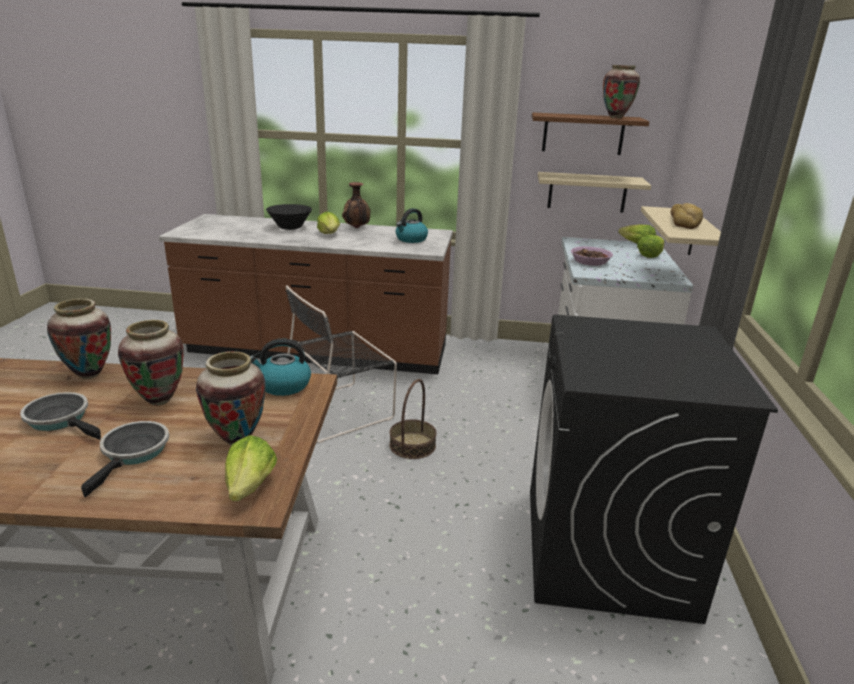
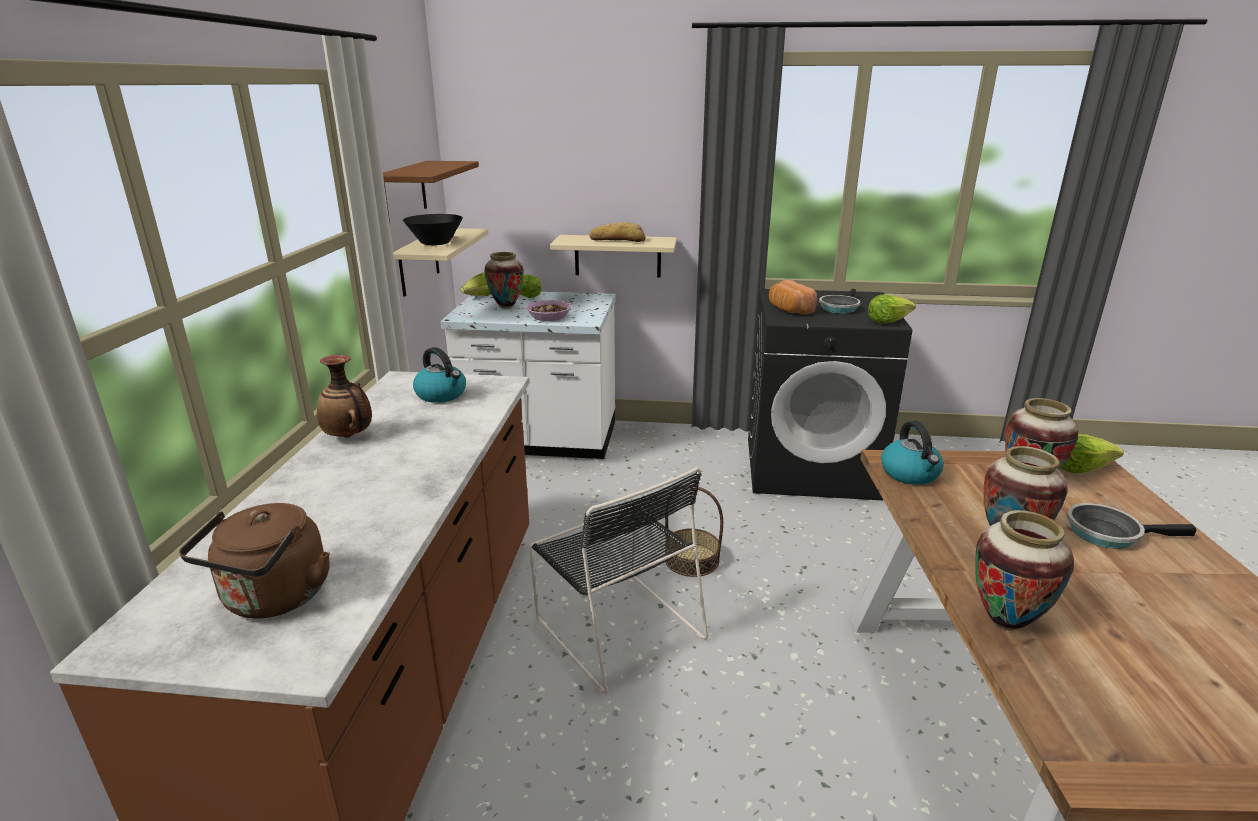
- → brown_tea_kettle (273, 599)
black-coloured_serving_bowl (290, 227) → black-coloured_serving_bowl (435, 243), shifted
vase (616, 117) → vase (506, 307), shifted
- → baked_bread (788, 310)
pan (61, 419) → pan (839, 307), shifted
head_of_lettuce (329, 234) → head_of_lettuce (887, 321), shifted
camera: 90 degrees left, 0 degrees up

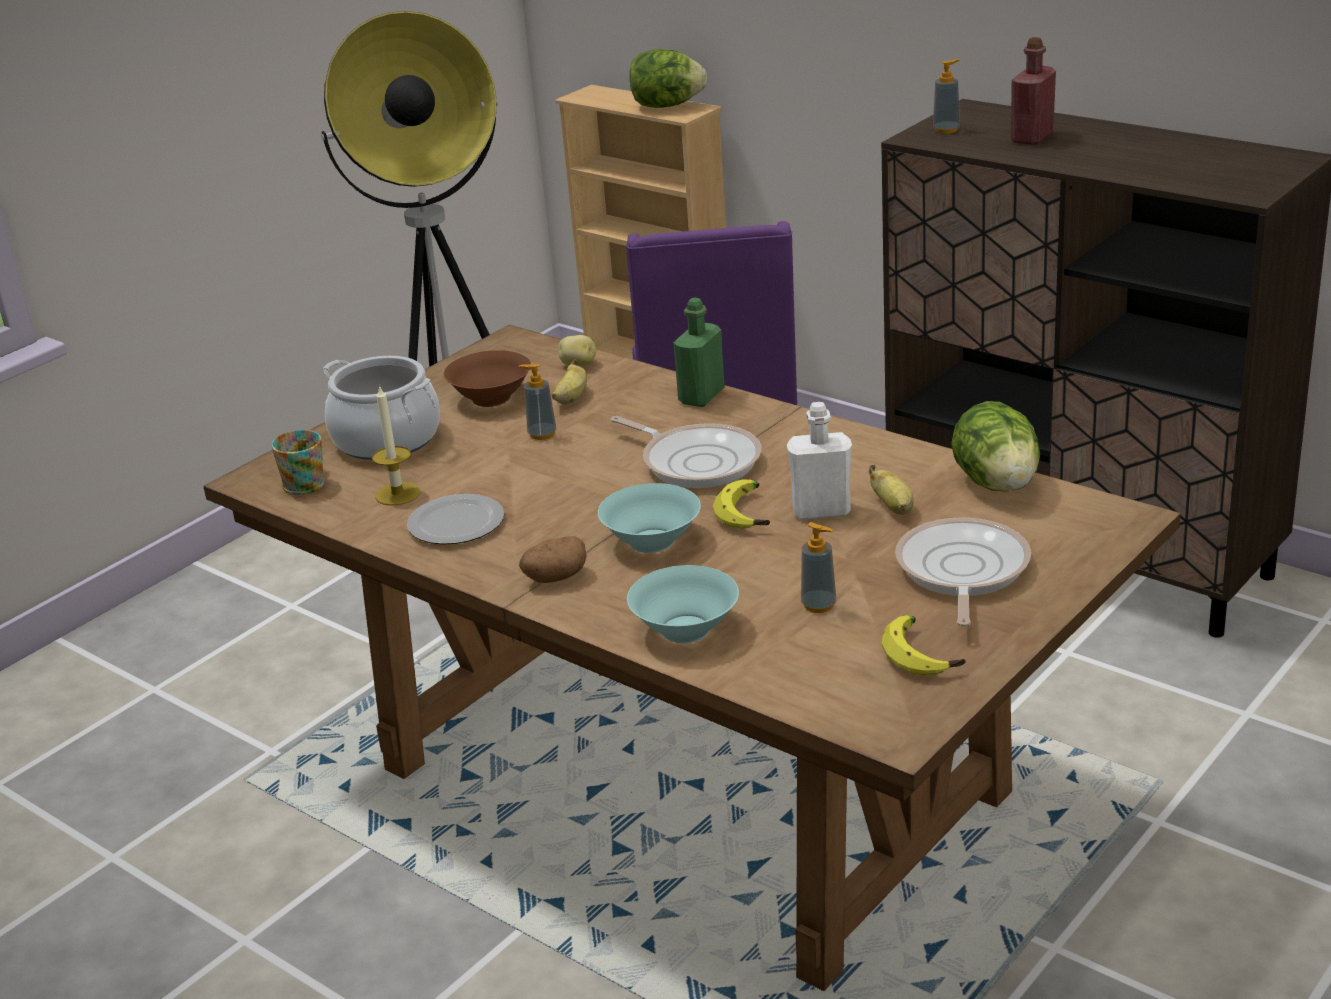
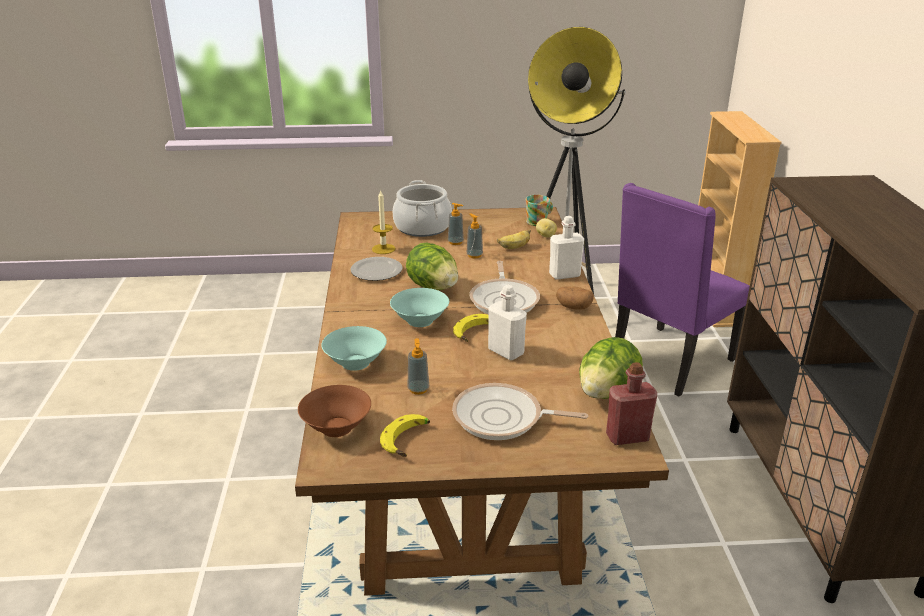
brown_serving_bowl (491, 399) → brown_serving_bowl (335, 427), shifted
head_of_lettuce (667, 106) → head_of_lettuce (433, 287), shifted
liquid_soap_bottle (946, 130) → liquid_soap_bottle (455, 242), shifted
pan (961, 571) → pan (502, 418), 135 degrees counterclockwise
tea_mug (307, 482) → tea_mug (539, 221), shifted
green_bottle (701, 396) → whitish_bottle (564, 275)
potato (555, 578) → potato (573, 307), shifted
red-coloured_bottle (1032, 137) → red-coloured_bottle (627, 437), shifted
banana (893, 507) → -
camera: 45 degrees right, 0 degrees up

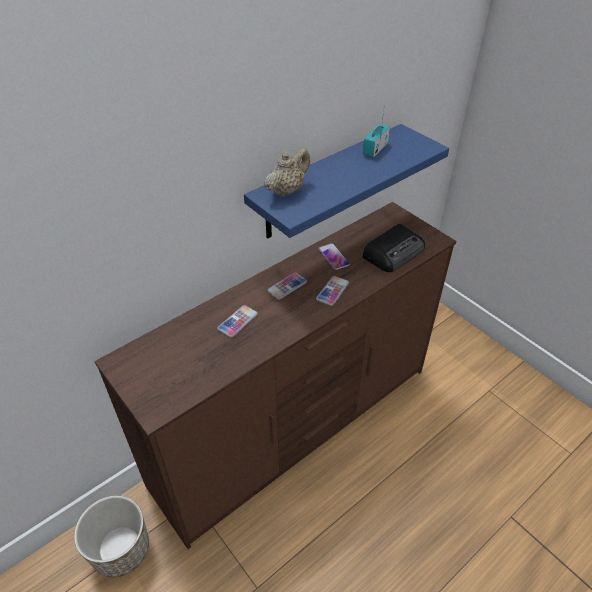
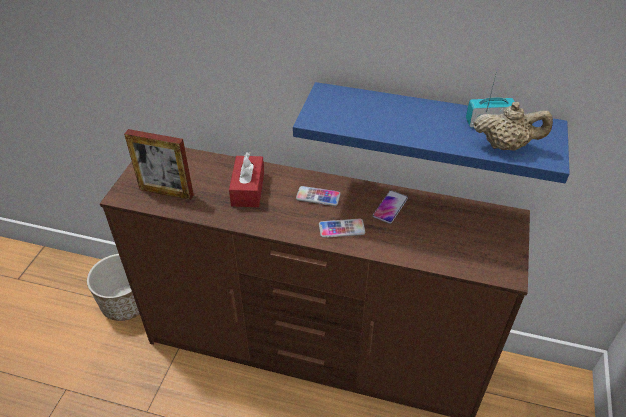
- → photo_frame (166, 192)
phone (237, 321) → red-coloured_tissue_box (248, 189)
beige-coloured_teapot (287, 190) → beige-coloured_teapot (506, 146), shifted
radio (394, 252) → -
camera: 55 degrees right, 0 degrees up

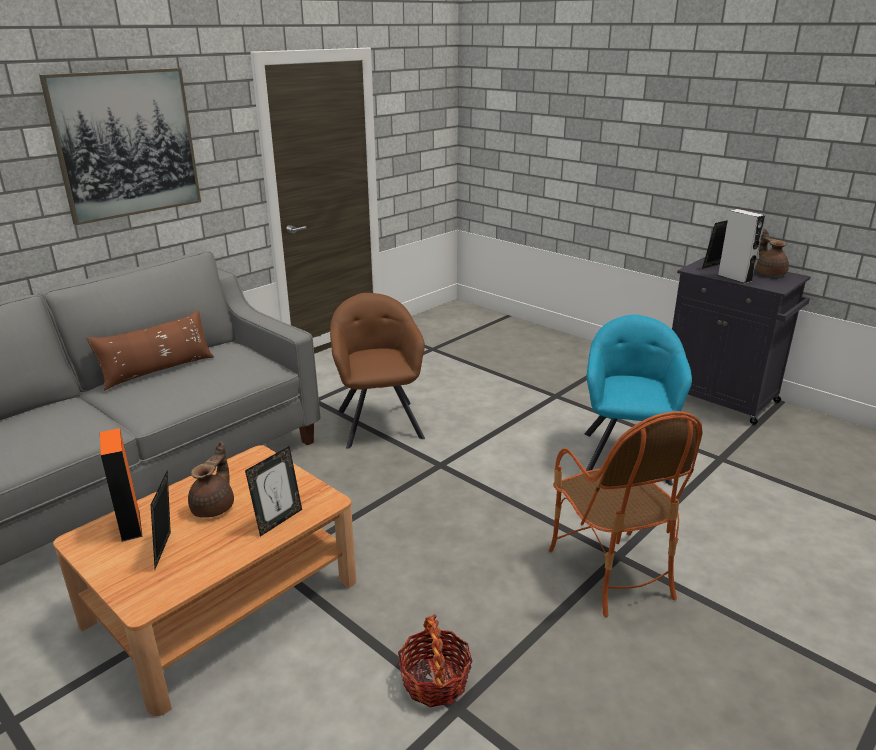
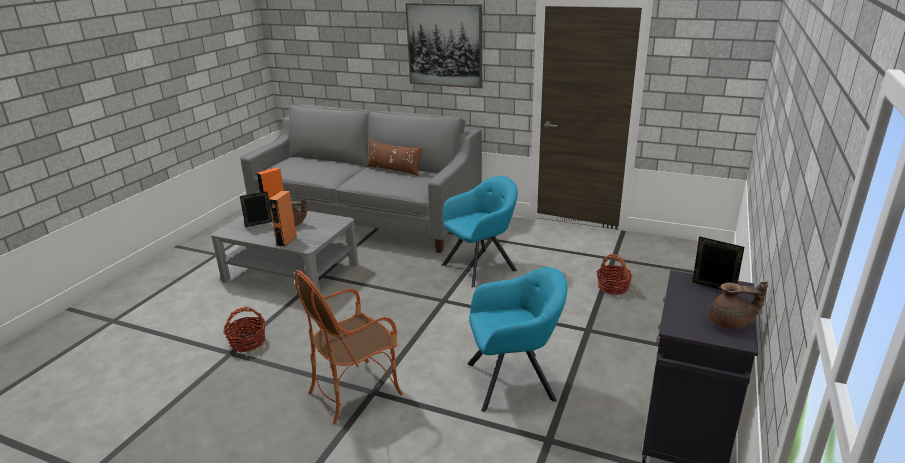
brown_low_table (222, 601) → grey_low_table (291, 271)
photo_frame (278, 521) → orange-coloured_audio_speaker (286, 240)
brown_easy_chair (379, 422) → turquoise_easy_chair (481, 266)
- → household_basket (613, 287)
brown_teapot (769, 273) → brown_teapot (730, 323), 45 degrees clockwise
grey_audio_speaker (734, 278) → -
camera: 70 degrees right, 0 degrees up

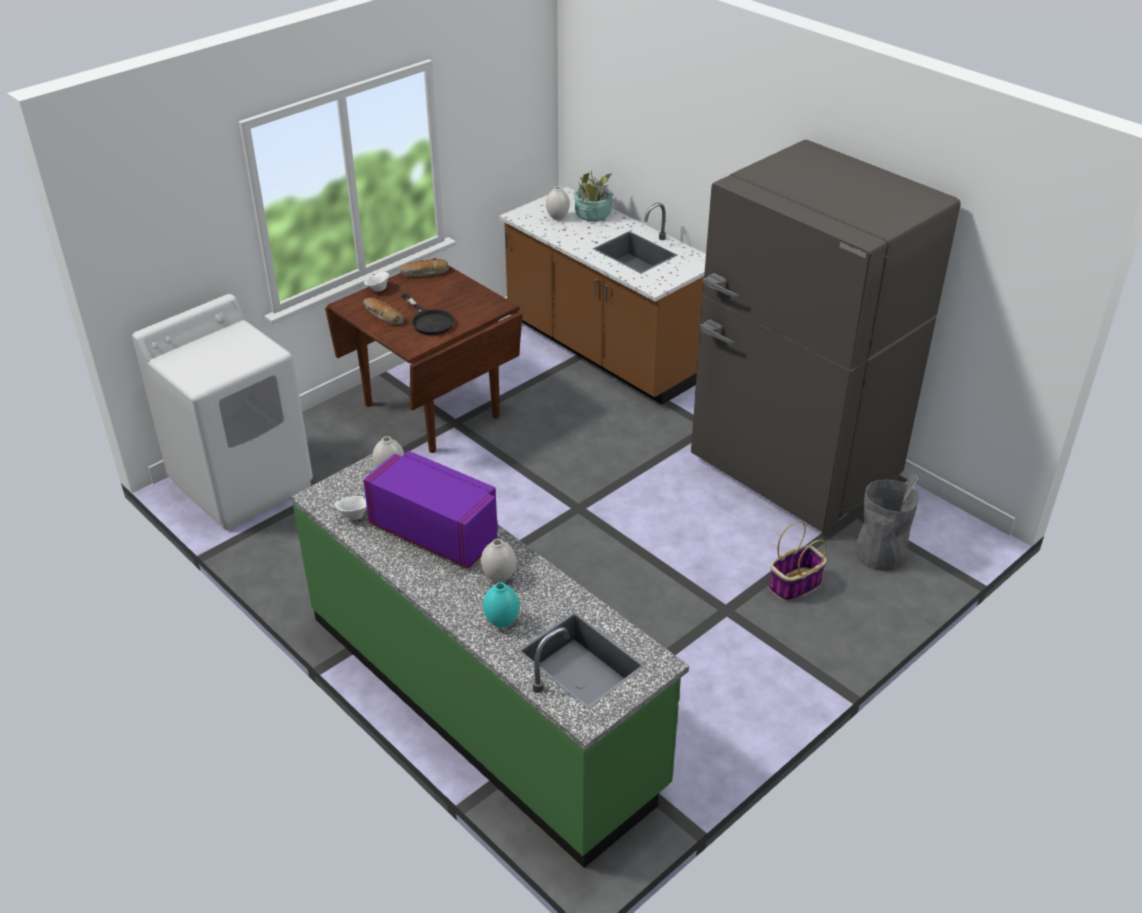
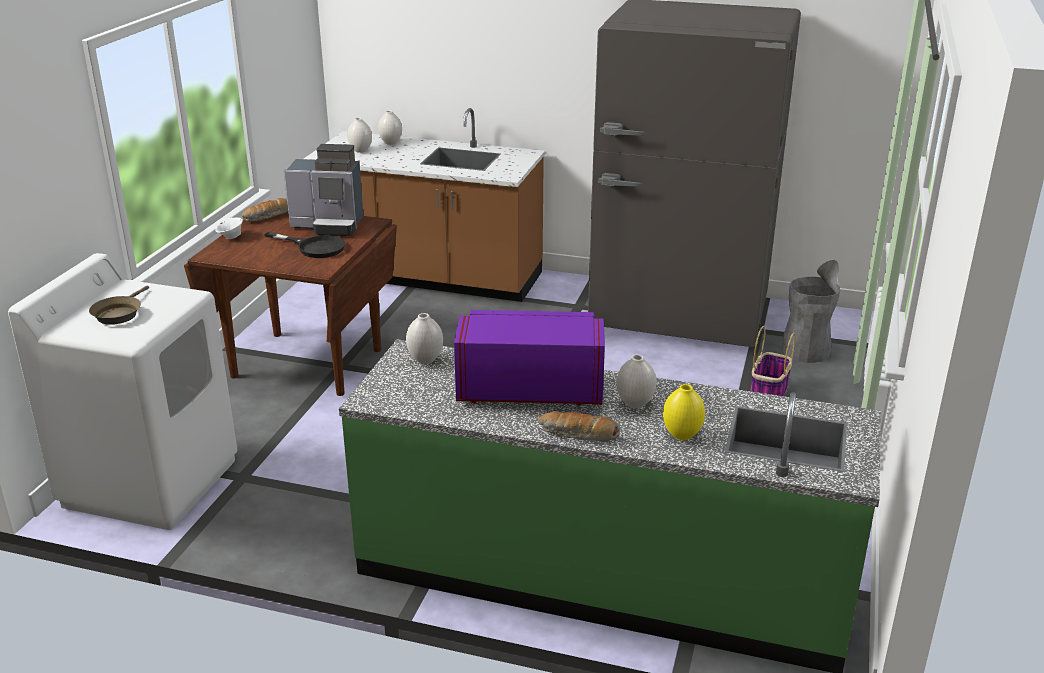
- → brown_pan (119, 314)
- → coffee_brewer (329, 225)
houseplant (593, 214) → whitish_vase (391, 143)
baked_bread (382, 316) → baked_bread (578, 434), shifted
turquoise_vase (502, 622) → yellow_vase (682, 435)
whitish_serving_bowl (354, 515) → -
camera: 30 degrees left, 10 degrees down

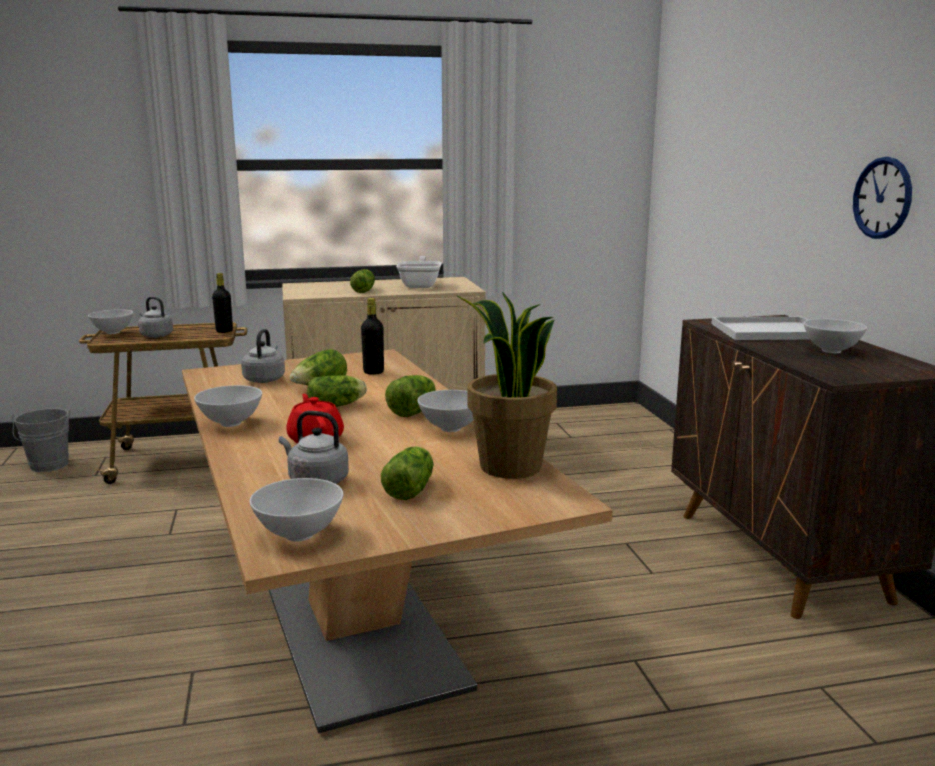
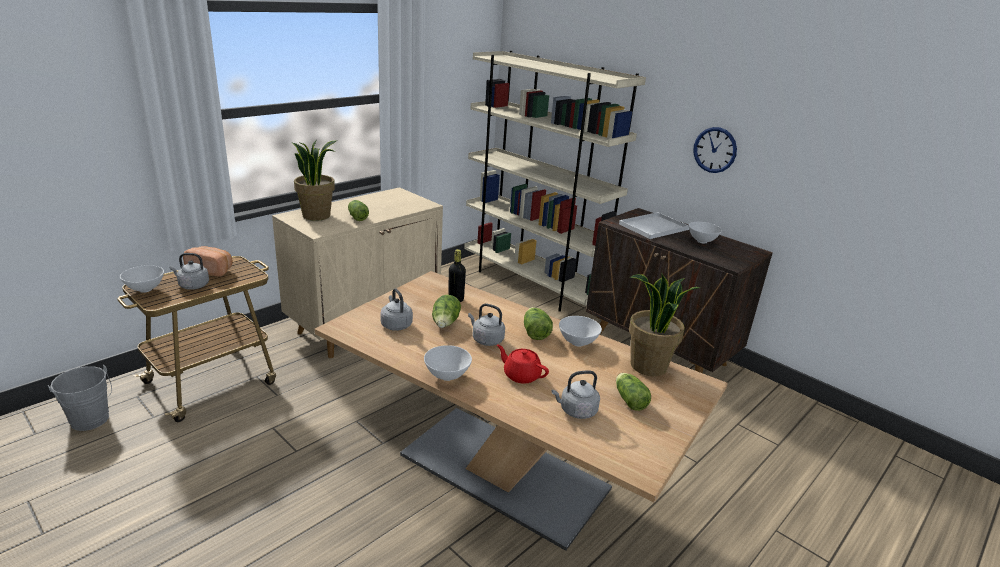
- → baked_bread (211, 269)
- → houseplant (317, 215)
- → beige-coloured_shelving_unit (532, 284)
head_of_lettuce (338, 406) → grey_tea_kettle (486, 340)
black-coloured_bottle (224, 331) → -
whitish_serving_bowl (300, 534) → -
pan (420, 285) → -
camera: 35 degrees left, 10 degrees up

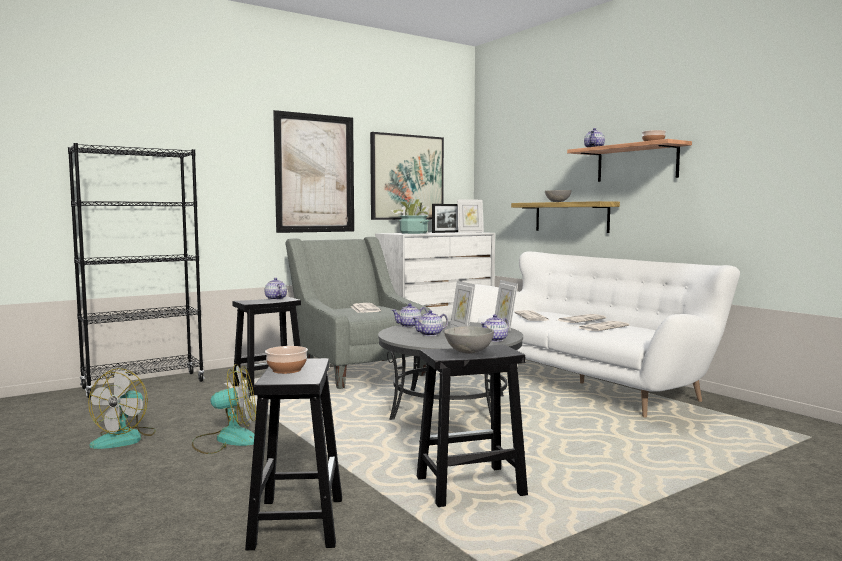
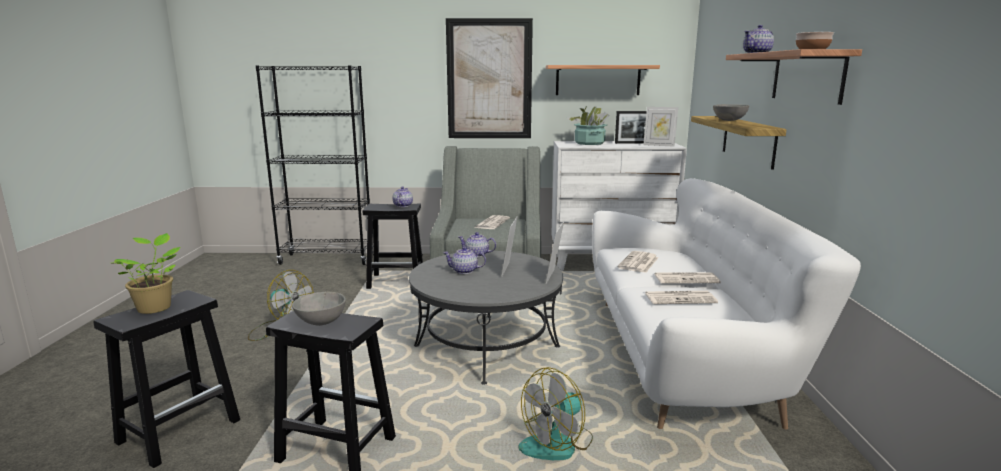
serving_bowl (287, 370) → houseplant (155, 307)
electric_fan (125, 438) → electric_fan (557, 444), shifted
picture (407, 177) → wall_shelf (598, 80)
teapot (495, 340) → -
camera: 35 degrees right, 10 degrees up

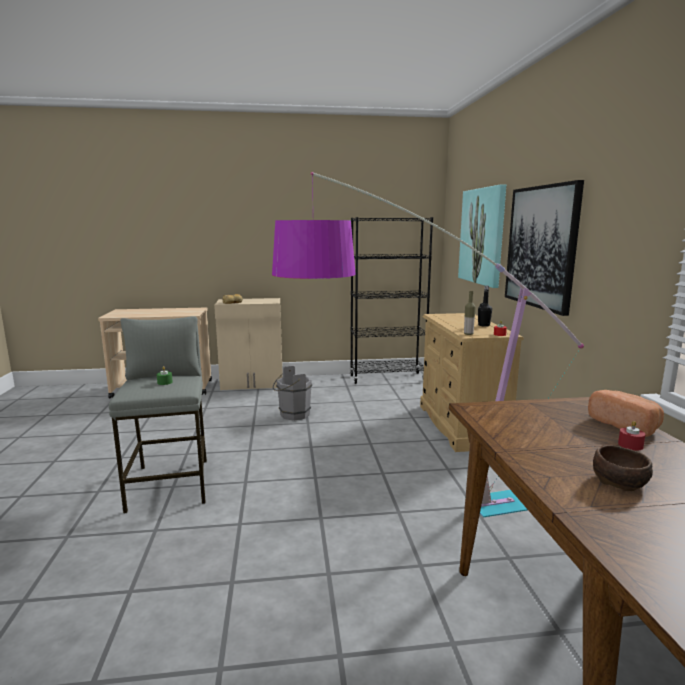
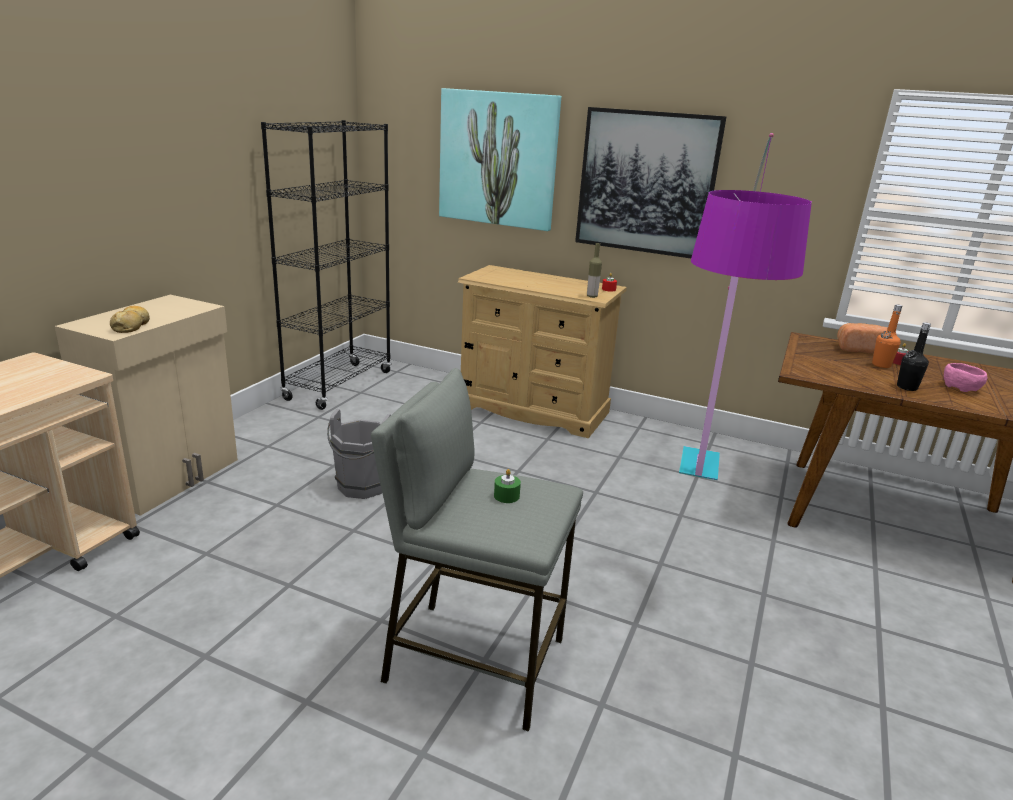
- → orange-coloured_bottle (881, 365)
black-coloured_bottle (483, 325) → black-coloured_bottle (907, 387), shifted
brown_serving_bowl (620, 482) → pinkish_serving_bowl (960, 387)
camera: 60 degrees left, 10 degrees up

